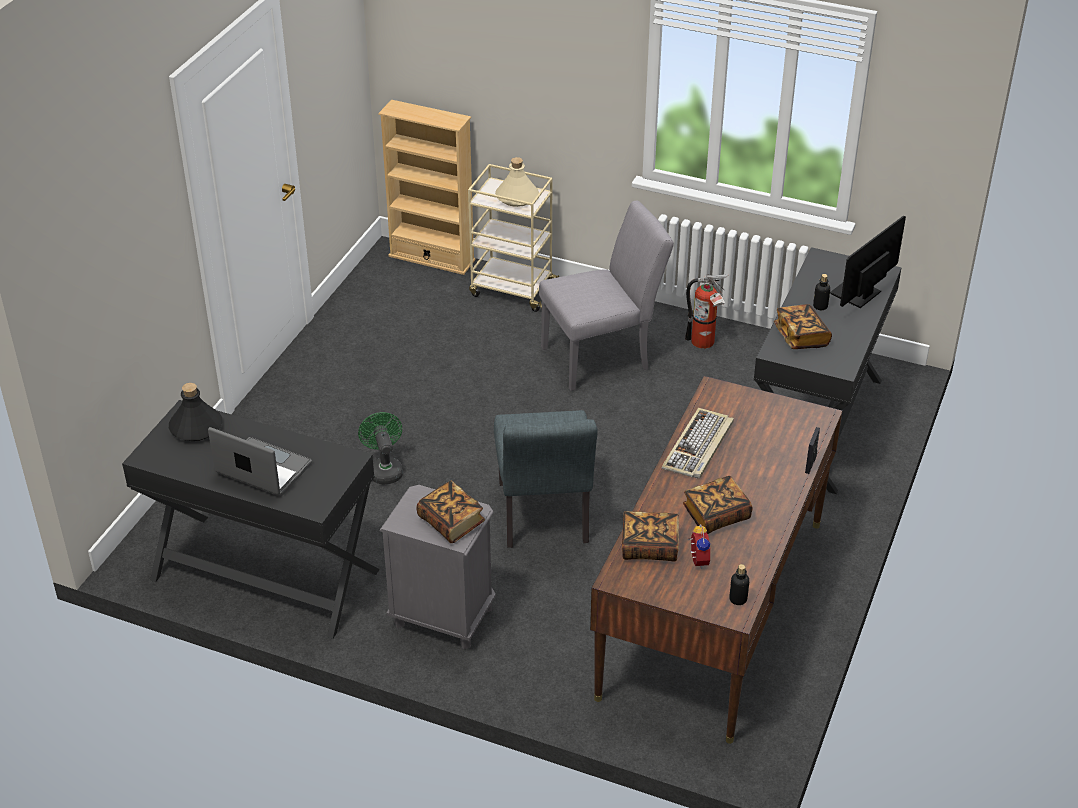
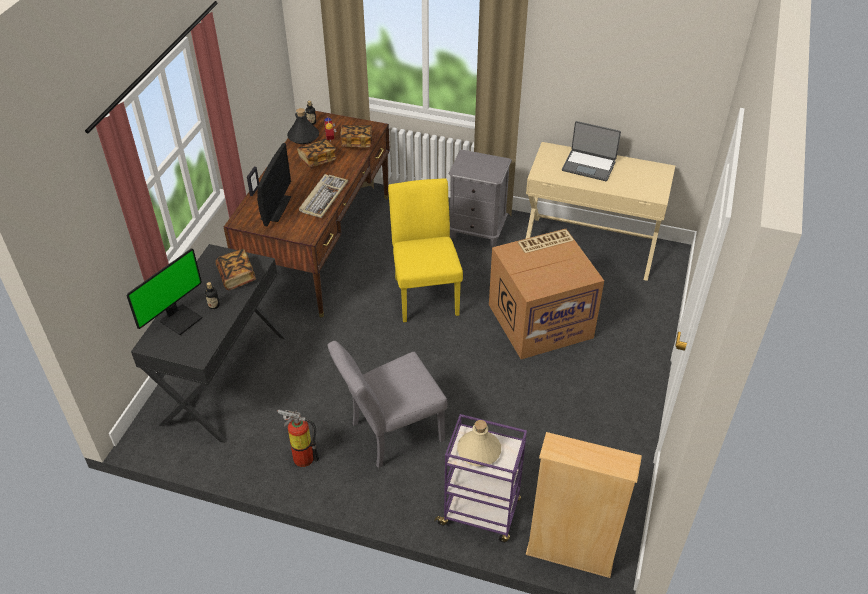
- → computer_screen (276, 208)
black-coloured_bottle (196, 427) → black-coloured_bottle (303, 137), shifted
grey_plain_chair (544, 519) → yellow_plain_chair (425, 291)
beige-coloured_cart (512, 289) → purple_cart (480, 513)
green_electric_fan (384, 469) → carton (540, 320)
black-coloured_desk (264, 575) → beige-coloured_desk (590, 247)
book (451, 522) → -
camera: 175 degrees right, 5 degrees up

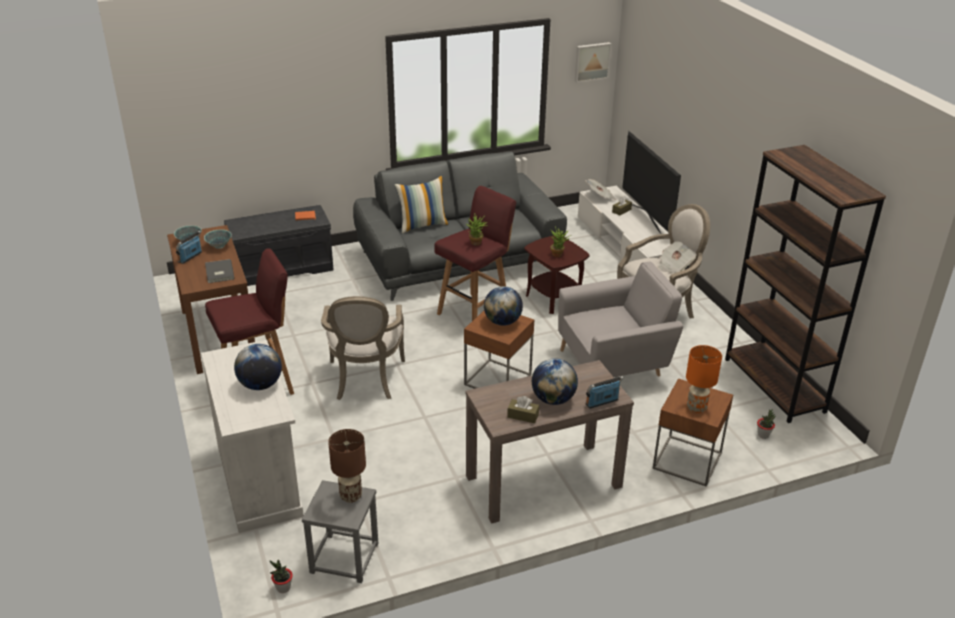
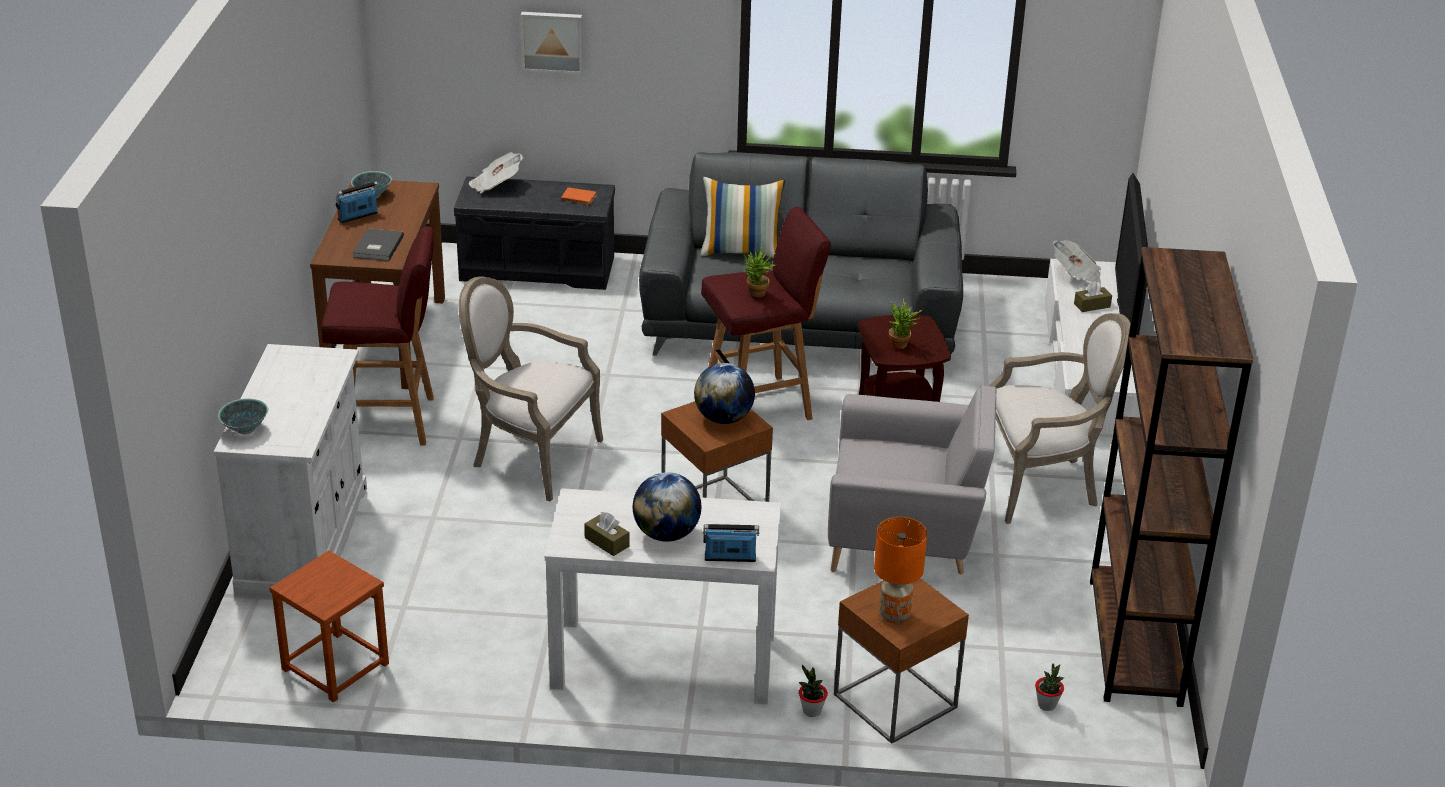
serving_bowl (219, 246) → serving_bowl (245, 429), shifted
grey_stool_seat (344, 558) → brown_stool_seat (334, 667)
easy_chair (365, 381) → easy_chair (530, 456), 90 degrees clockwise
daily_paper (674, 266) → daily_paper (496, 185), shifted
picture (591, 61) → picture (552, 41), shifted
brown_console_table (543, 482) → whitish_console_table (663, 661)
houseplant (283, 588) → houseplant (811, 711), shifted
world_globe (260, 385) → -
brown_tabletop_lamp (350, 496) → -
camera: 25 degrees right, 0 degrees up

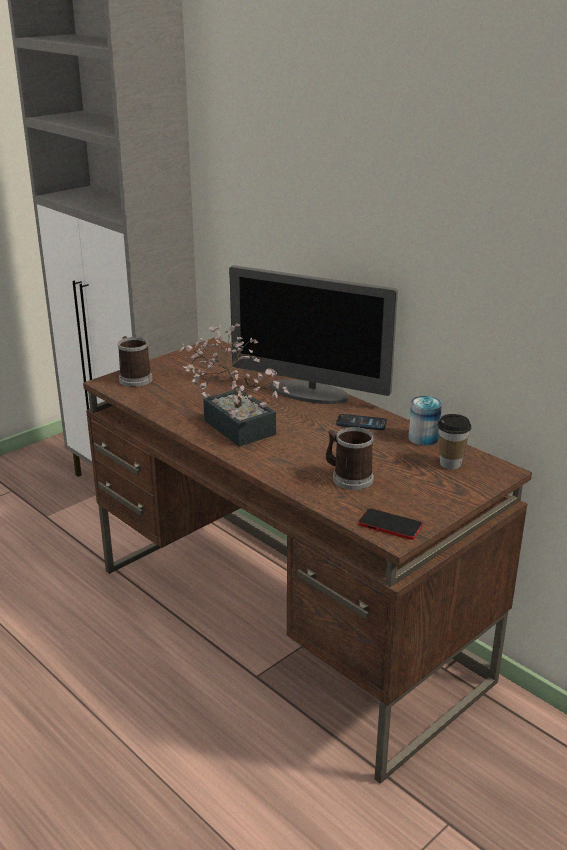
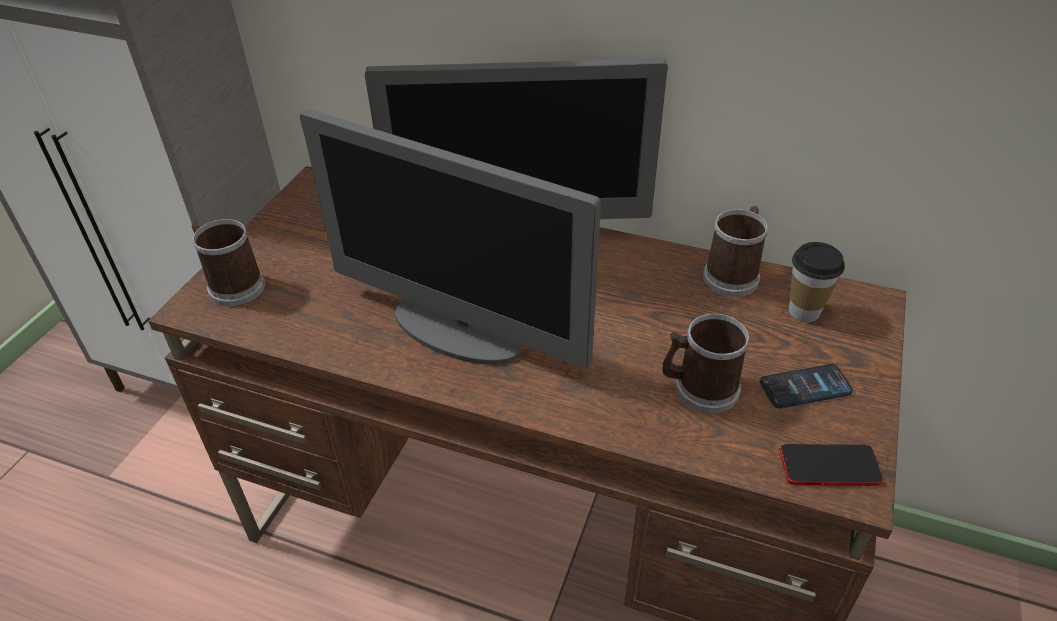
houseplant (235, 423) → computer_screen (458, 332)
metal_can (423, 438) → tea_mug (733, 274)
phone (361, 423) → phone (805, 387), shifted
camera: 25 degrees left, 15 degrees up

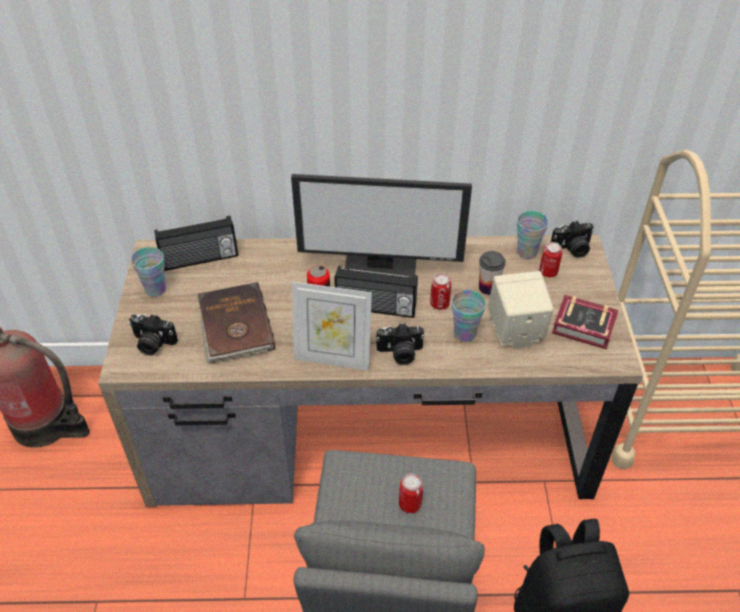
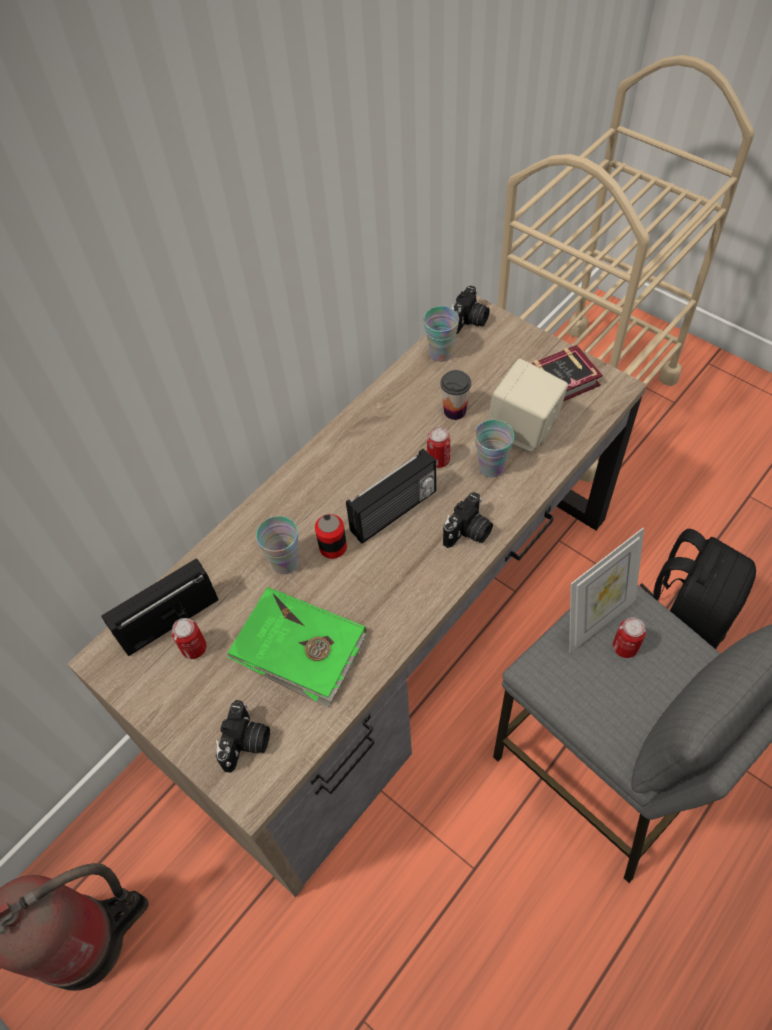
radio (200, 259) → radio (168, 619), 150 degrees counterclockwise
metal_can (548, 272) → metal_can (194, 648), shifted
still_camera (152, 344) → still_camera (247, 744), 45 degrees counterclockwise
brown_book (234, 326) → green_book (298, 648)
drinking_cup (155, 289) → drinking_cup (285, 563), shifted
photo_frame (332, 358) → photo_frame (596, 619), shifted
computer_screen (381, 270) → -
camera: 45 degrees left, 10 degrees up

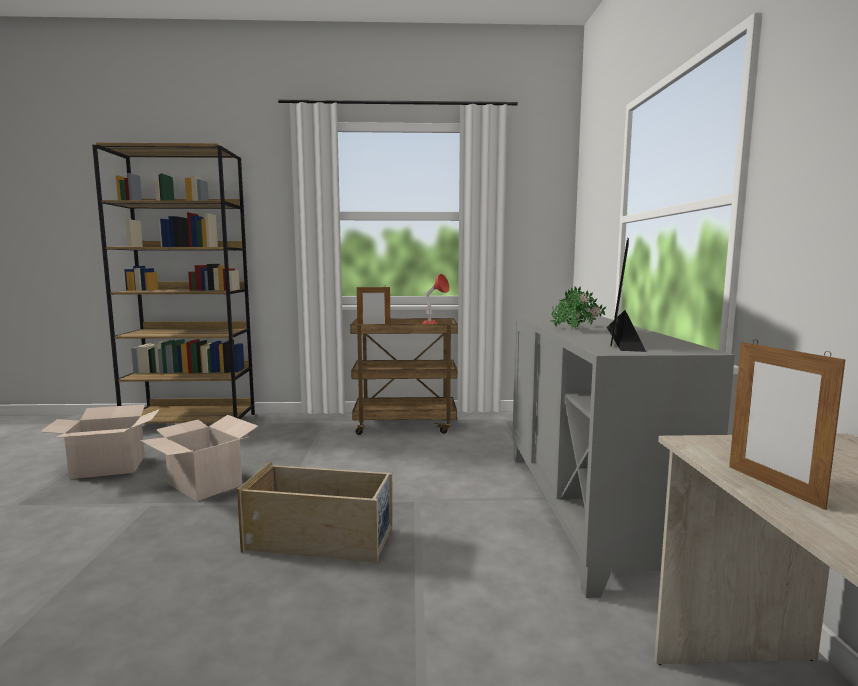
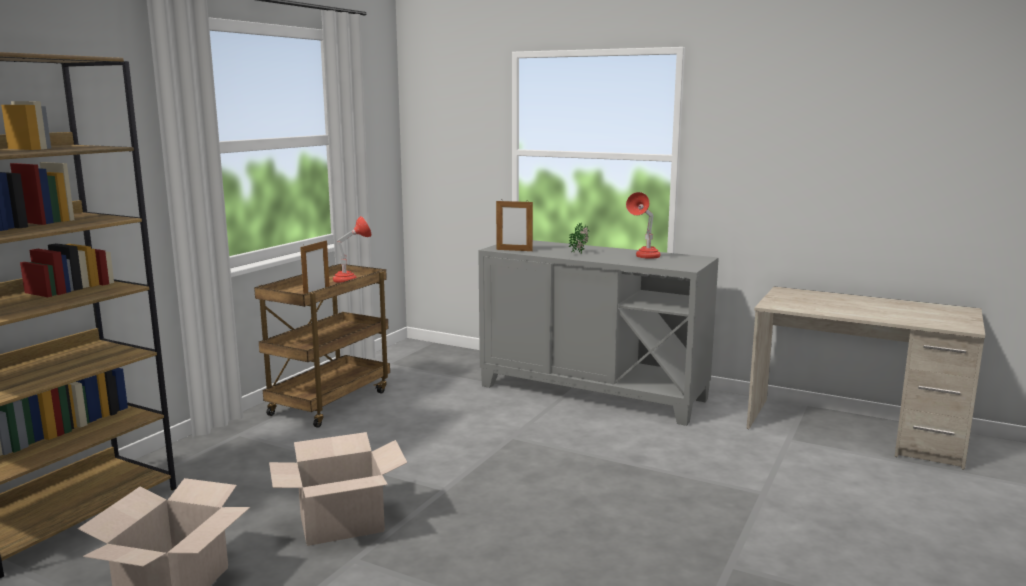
photo_frame (773, 486) → photo_frame (514, 250), shifted
computer_screen (623, 338) → red-coloured_tabletop_lamp (644, 257)
beige-coloured_storage_container (321, 539) → -
houseplant (566, 329) → -
camera: 60 degrees left, 5 degrees up

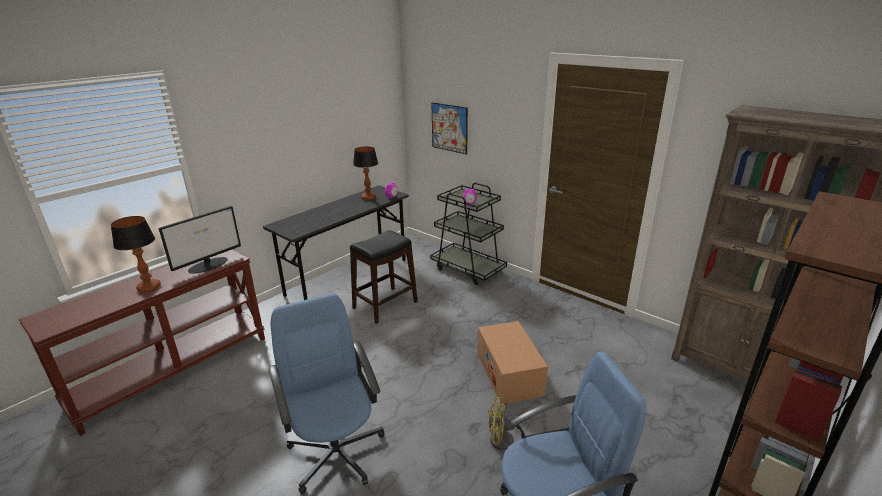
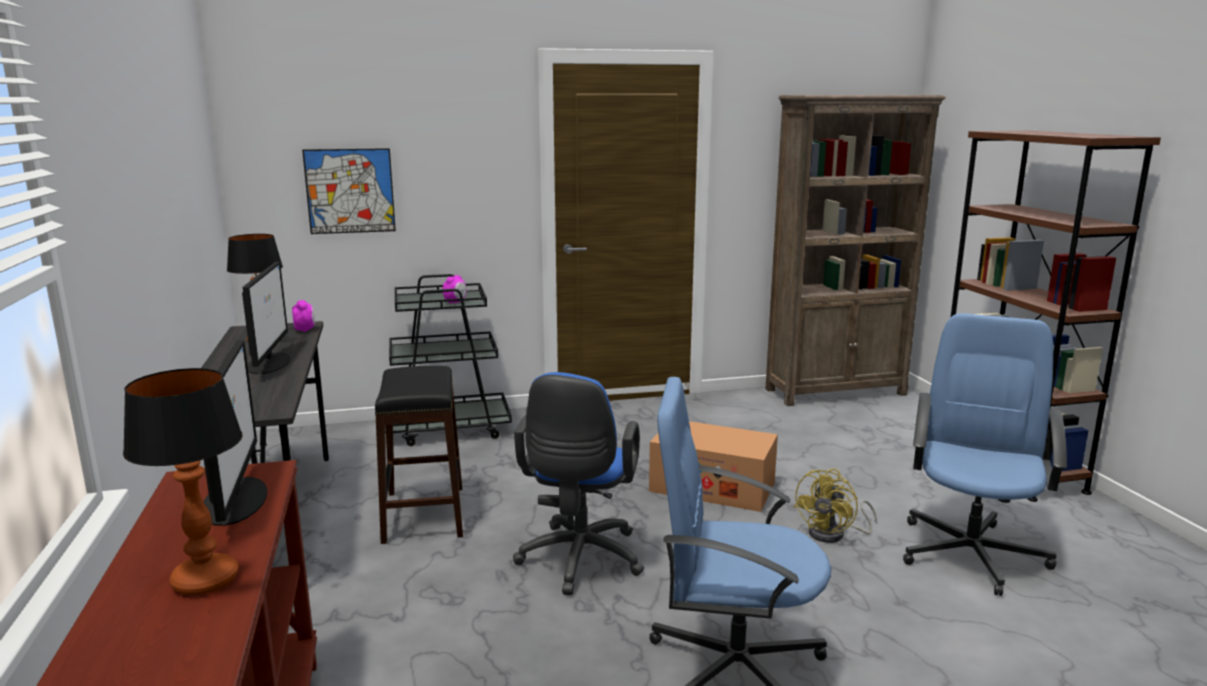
- → computer_screen (269, 363)
- → bluish_desk_chair (579, 562)
camera: 55 degrees left, 10 degrees down

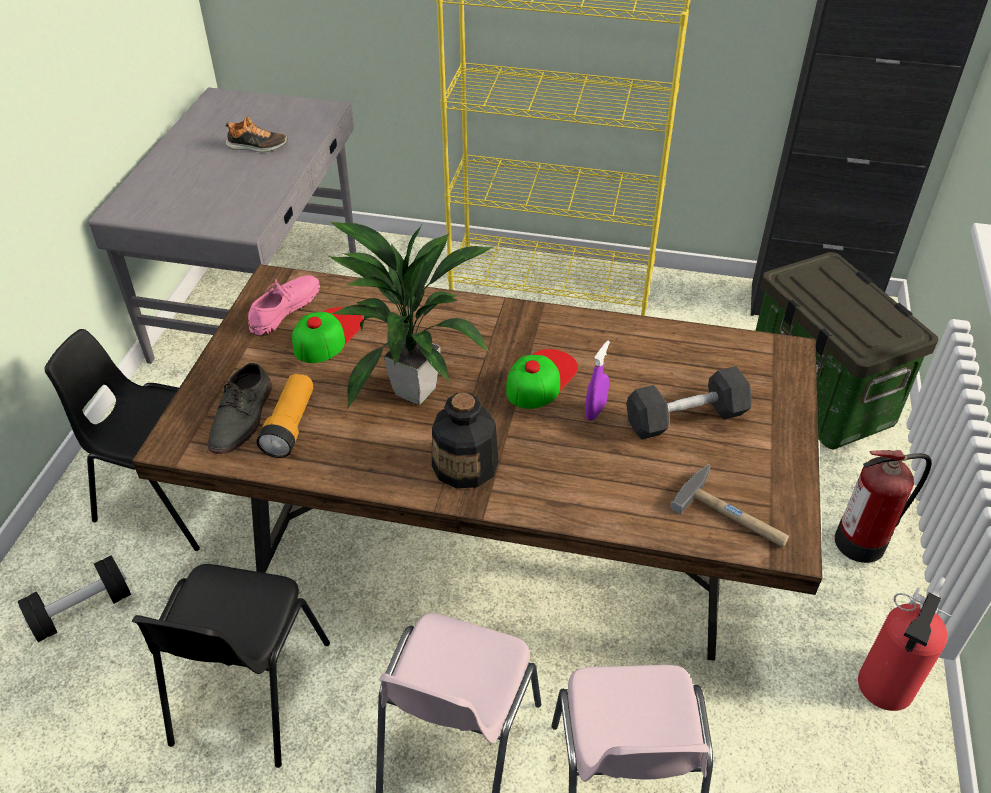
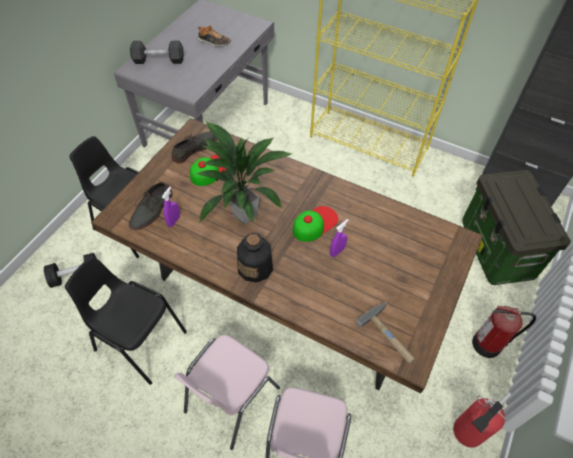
black-coloured_plain_chair (248, 693) → black-coloured_plain_chair (140, 341), 90 degrees clockwise
grey_dumbbell (686, 418) → grey_dumbbell (159, 60), shifted
hand_torch (290, 426) → purple_spray_bottle (174, 221)
pinkish_low_shoe (284, 308) → grey_low_shoe (194, 148)
camera: 15 degrees right, 10 degrees up

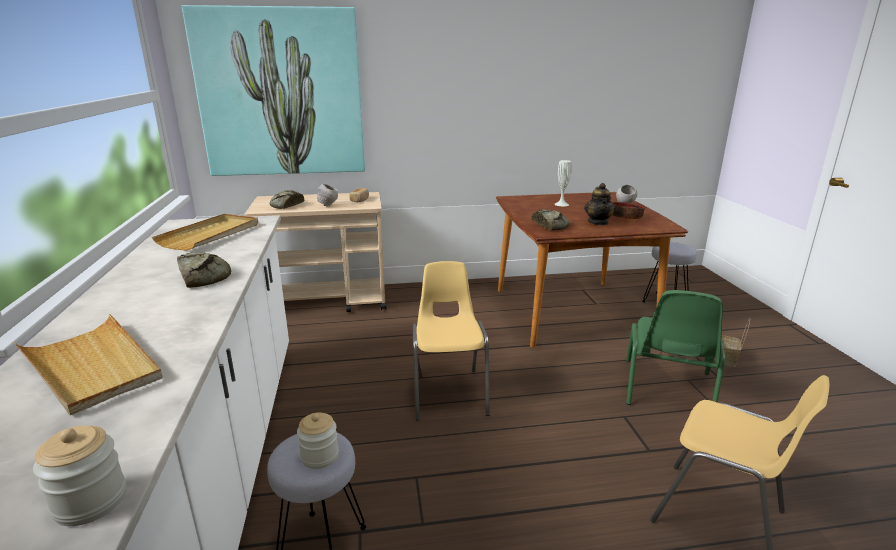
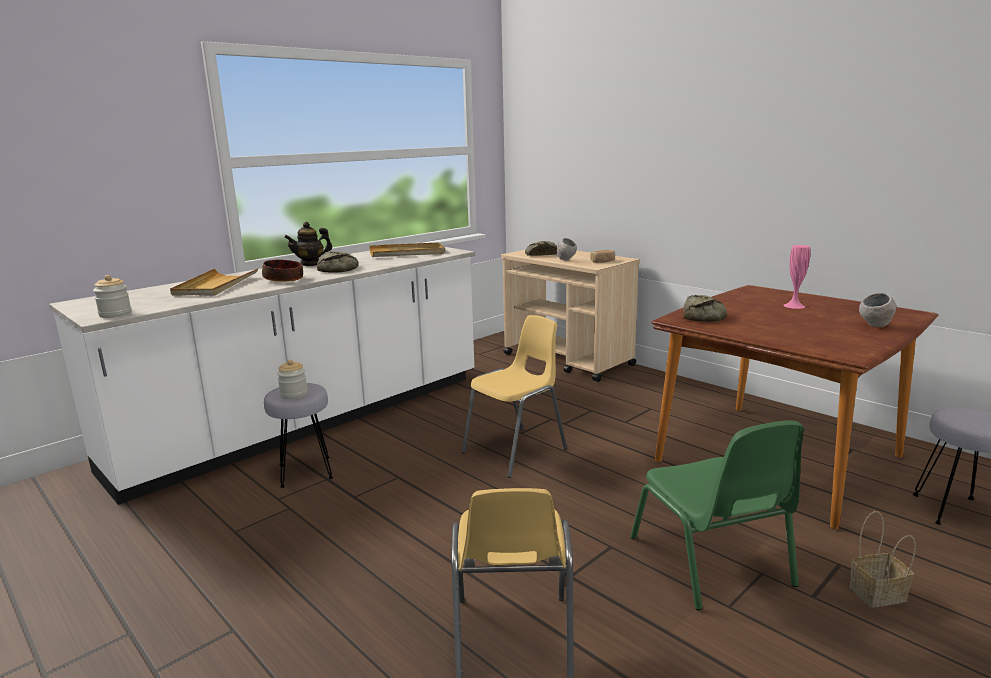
serving_bowl (625, 218) → serving_bowl (284, 280), shifted
teapot (598, 222) → teapot (311, 264), shifted
green_plain_chair (667, 389) → green_plain_chair (712, 562), 90 degrees counterclockwise
whitish_vase (561, 204) → pinkish_vase (794, 306)
picture (281, 94) → -
camera: 55 degrees right, 5 degrees down

